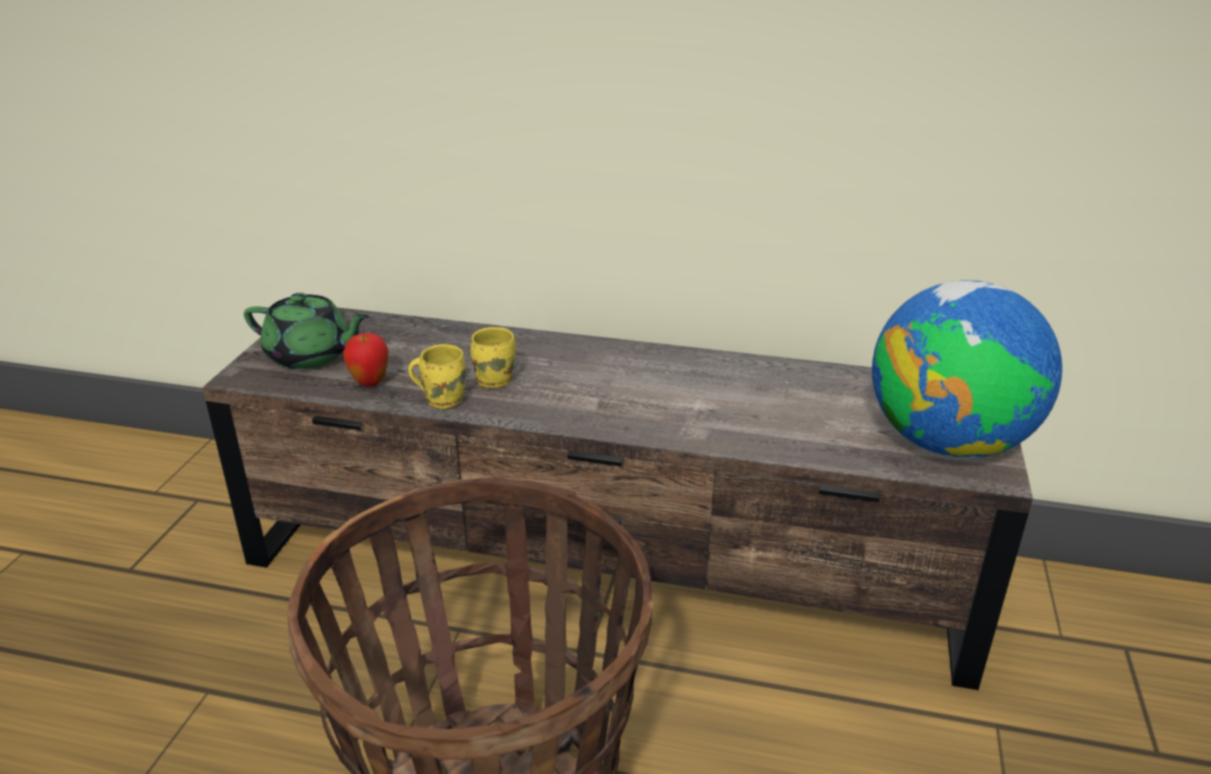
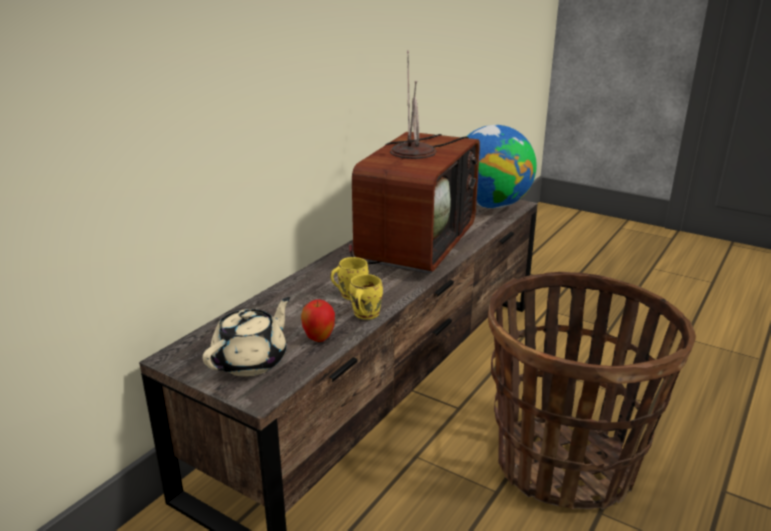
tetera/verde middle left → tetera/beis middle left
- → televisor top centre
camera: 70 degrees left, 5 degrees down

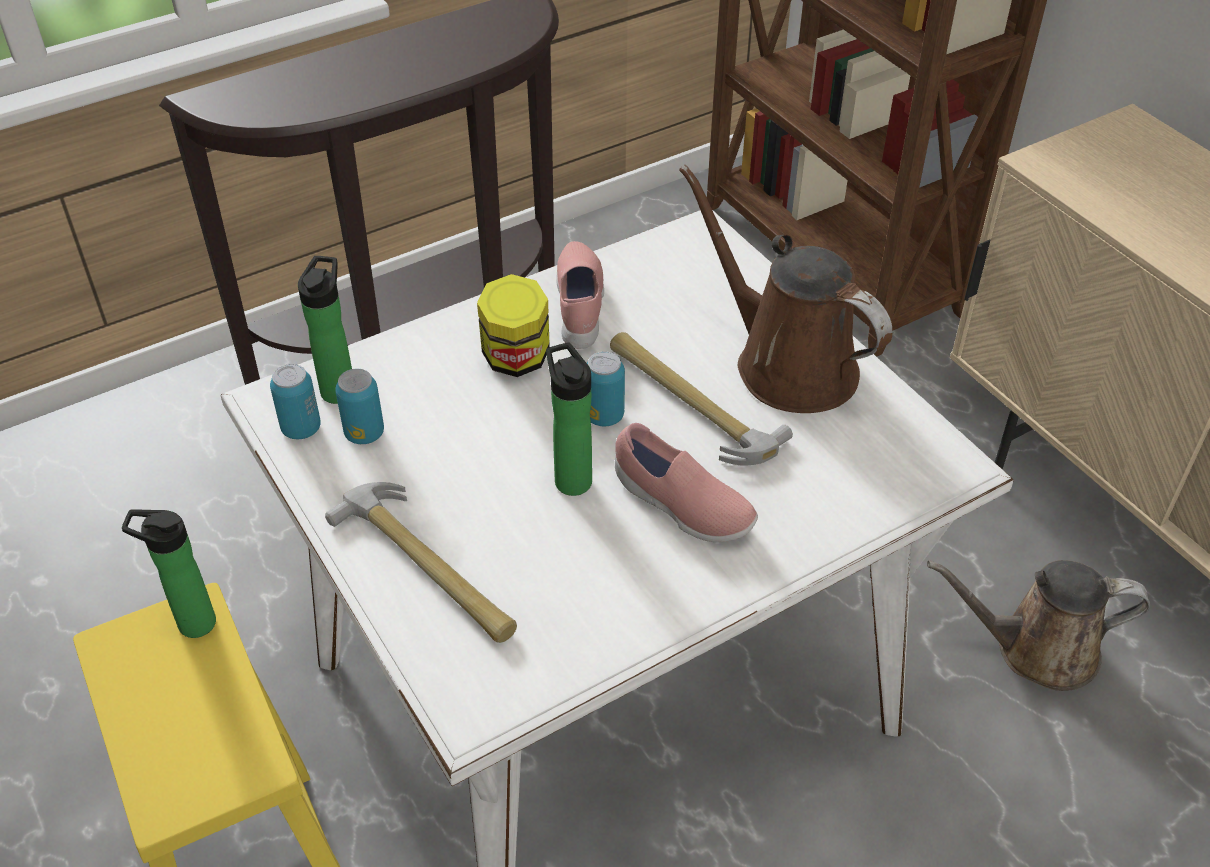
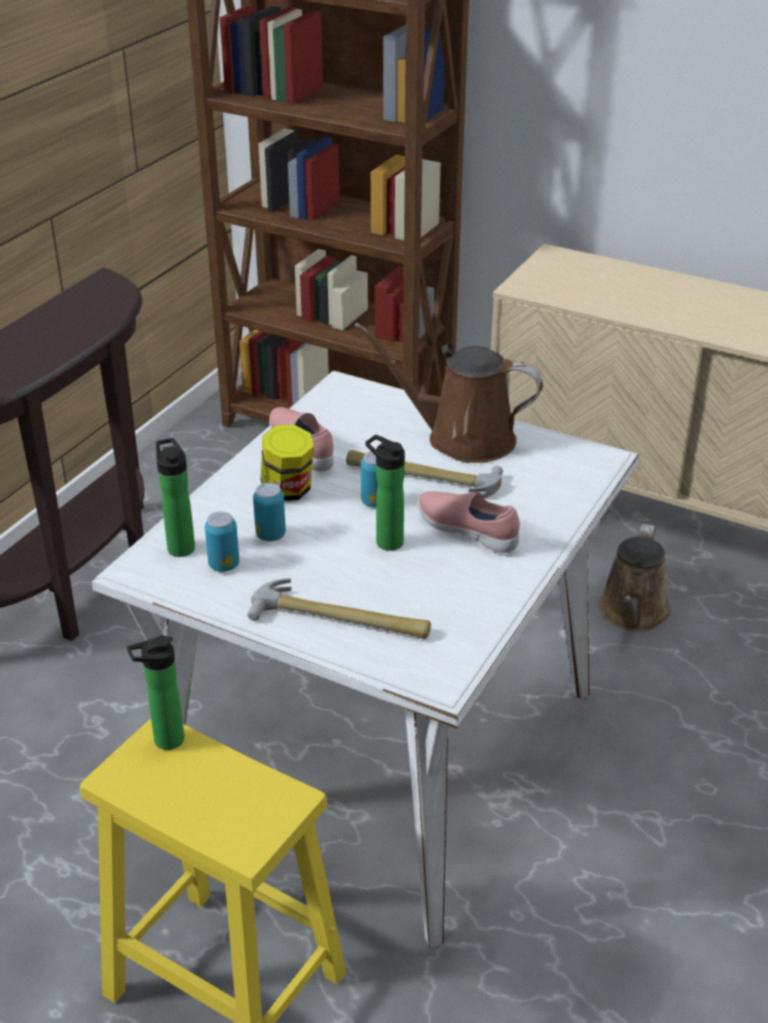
lata (1st from left in the first image) middle left → lata (2nd from left) centre, move
zapato/rosa (2nd from left) centre, 150 degrees counterclockwise
regadera/marrón (2nd from left) bottom right → regadera/marrón (2nd from left) middle right, 45 degrees counterclockwise
camera: 30 degrees left, 10 degrees down

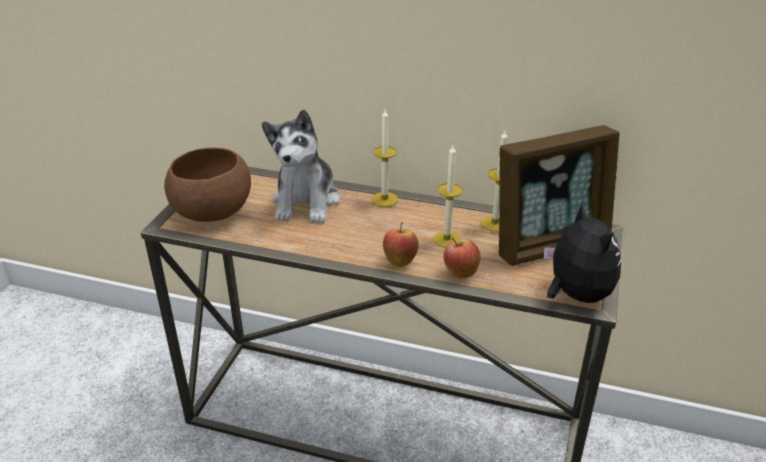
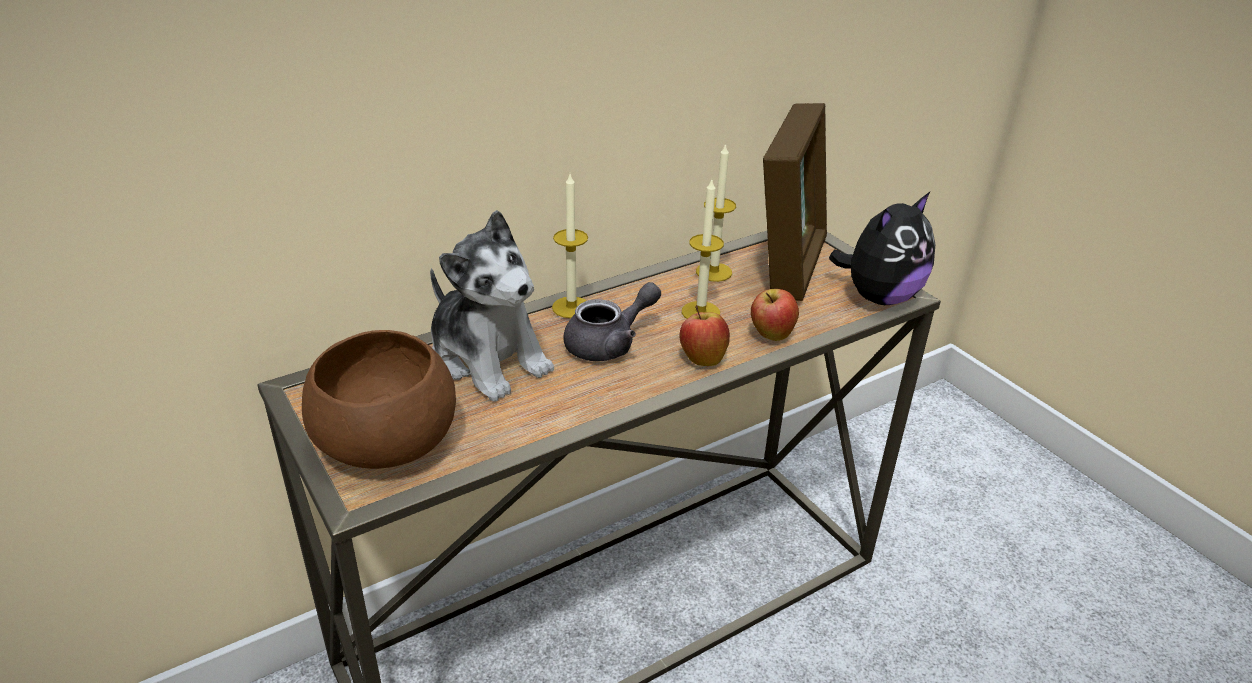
- → tetera/gris centre
peluche (2nd from left) middle right, 120 degrees clockwise
camera: 50 degrees left, 0 degrees up

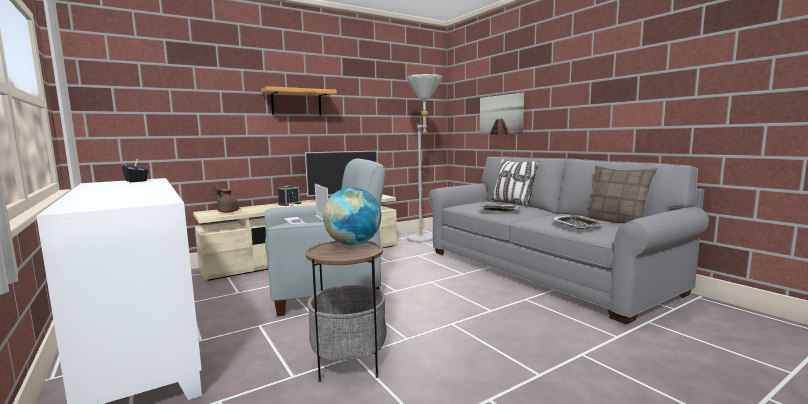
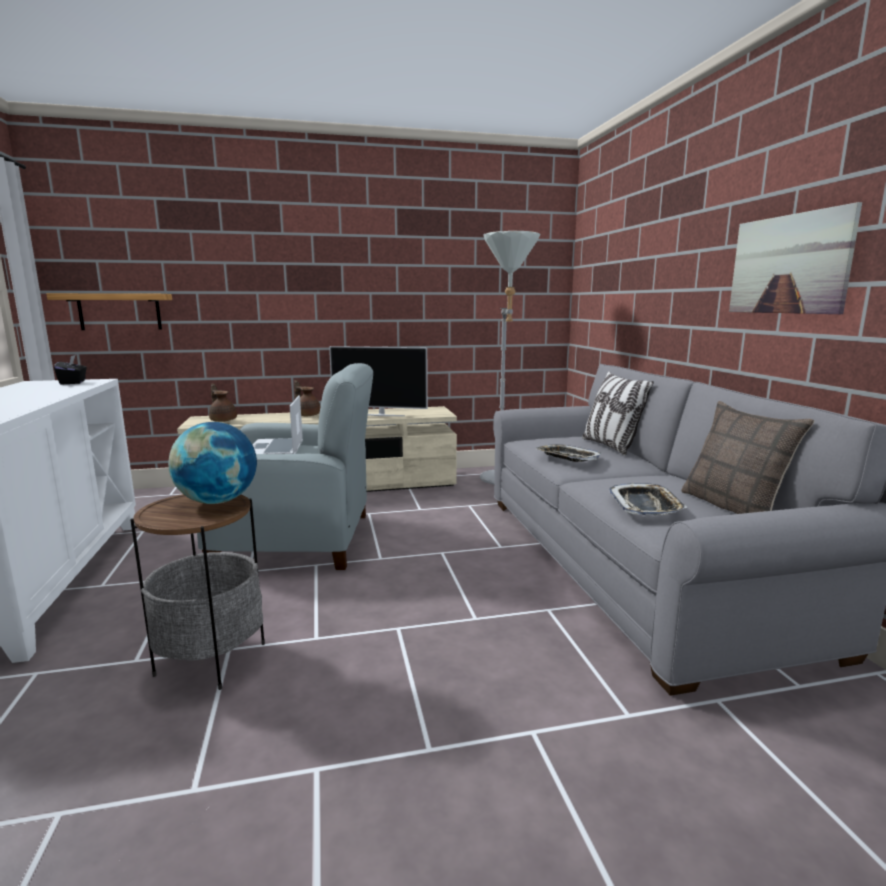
estante top centre → estante middle left, move
despertador centre → tetera/marrón (2nd from left) centre
cuadro top centre → cuadro top right, move
camera: 20 degrees right, 5 degrees up

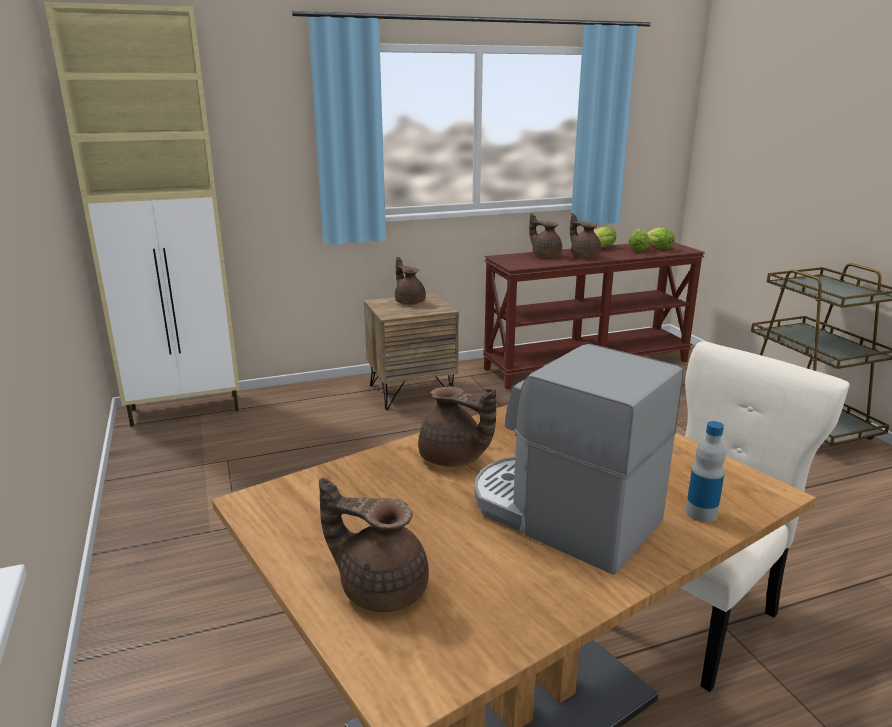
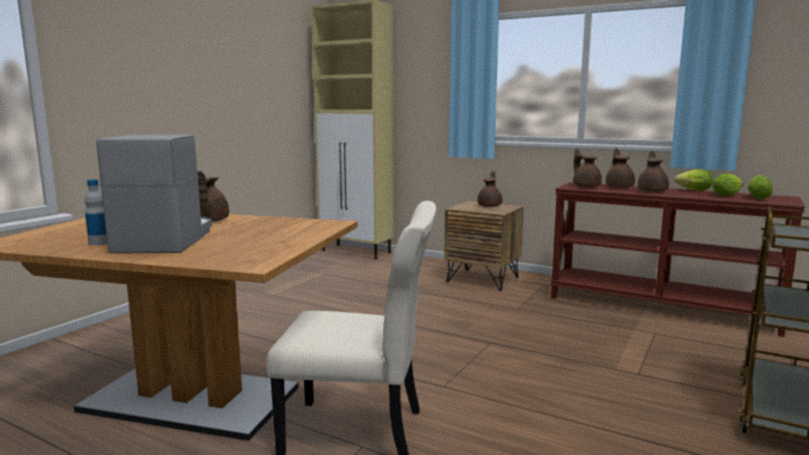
botella middle right → botella middle left, move
tetera/marrón (1st from left in the first image) bottom centre → tetera/marrón (3rd from left) middle right, move
camera: 50 degrees right, 10 degrees down

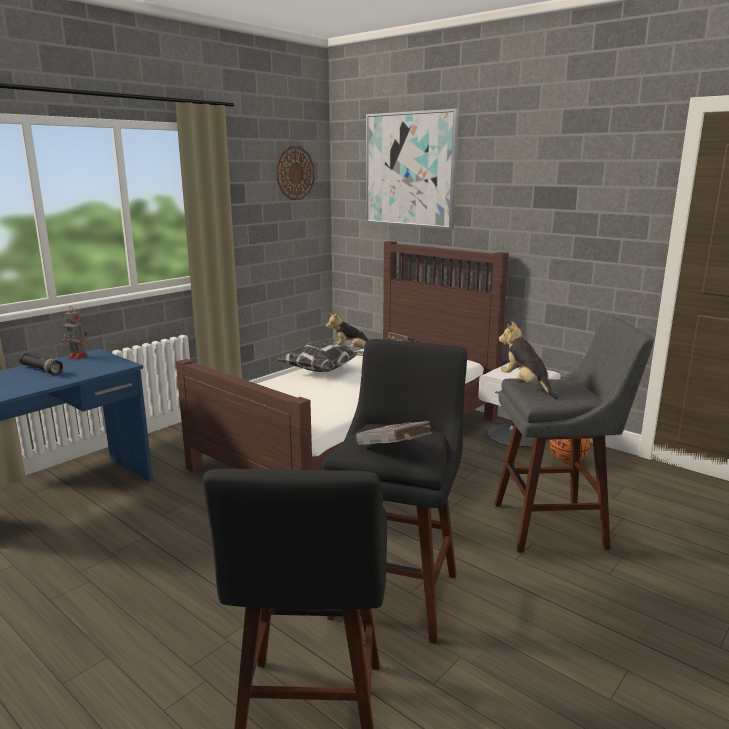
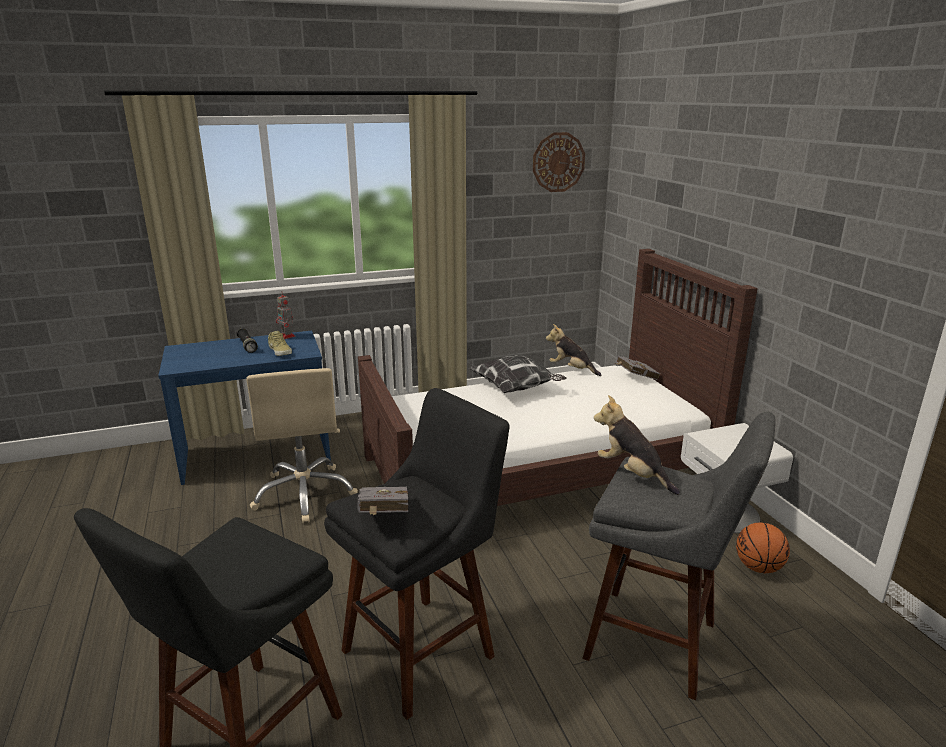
- → silla de oficina/beis middle left
- → zapato/beis middle left
peluche (2nd from left) middle right, 45 degrees counterclockwise
cuadro top centre → -
camera: 30 degrees right, 5 degrees up

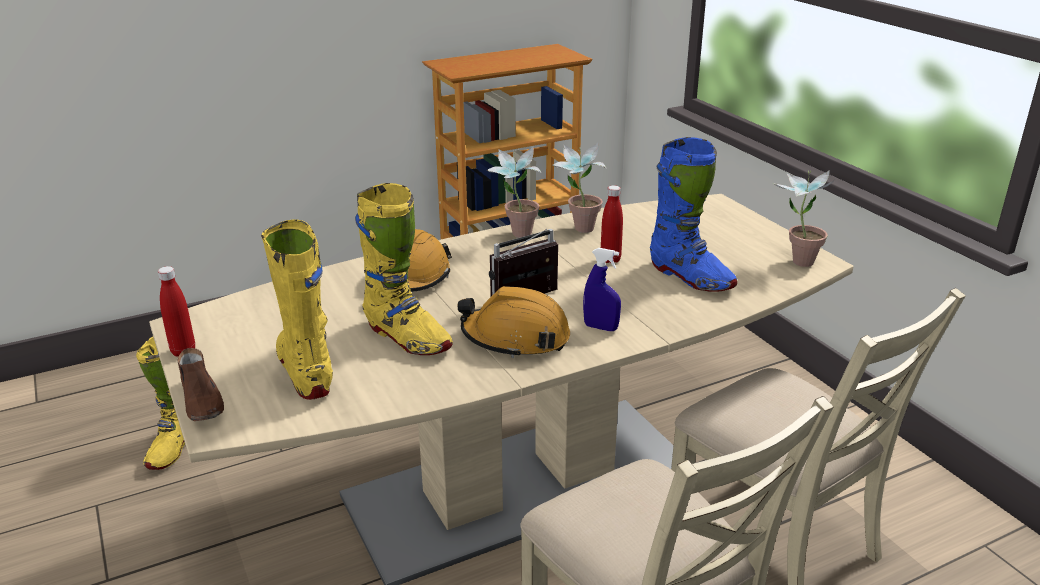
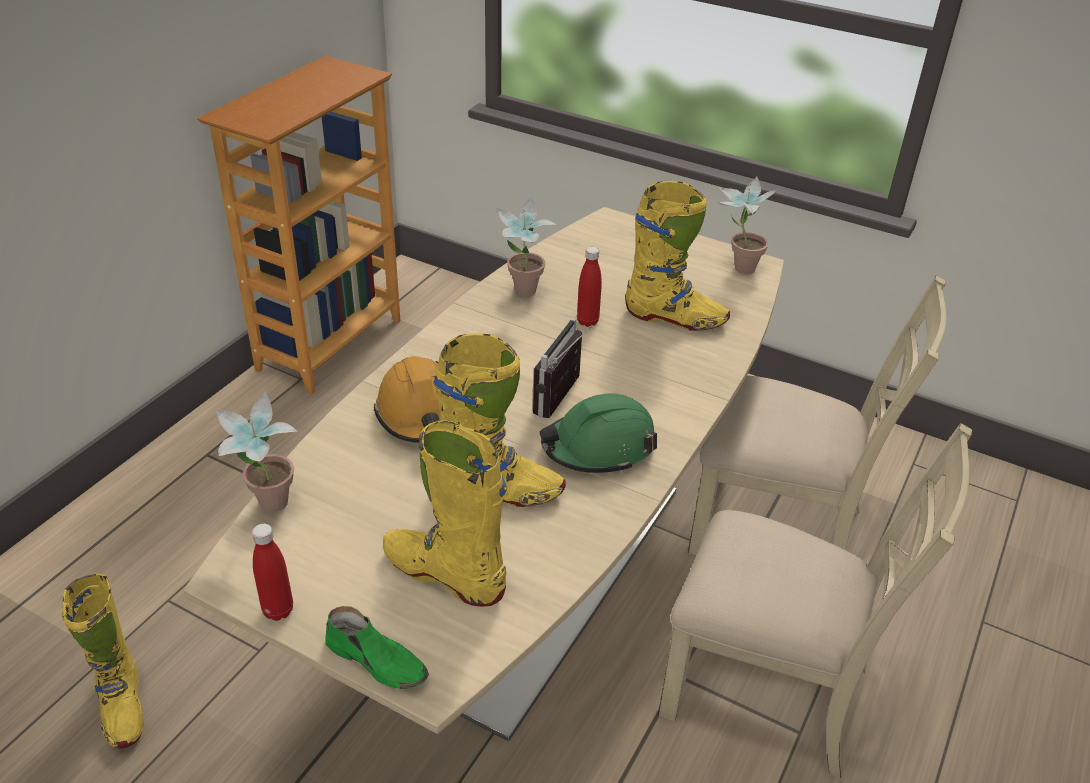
planta en maceta (1st from left) top centre → planta en maceta (1st from left) middle left, move
zapato/marrón middle left → zapato/verde bottom centre
casco/naranja (2nd from left) centre → casco/verde centre
bota/azul middle right → bota/amarillo (4th from left) top centre
pulverizador/azul centre → -
camera: 35 degrees left, 10 degrees up

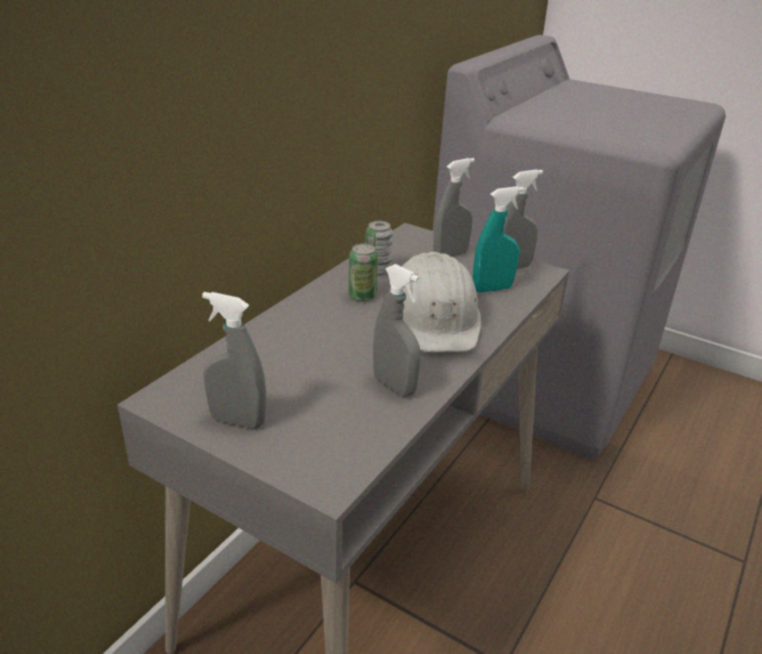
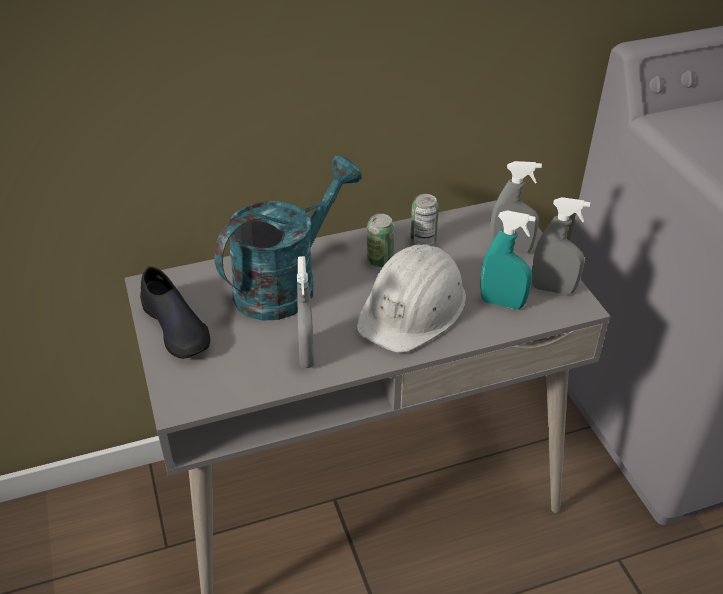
pulverizador/gris (1st from left) middle left → zapato/negro middle left
- → regadera/turquesa centre
camera: 40 degrees right, 10 degrees up

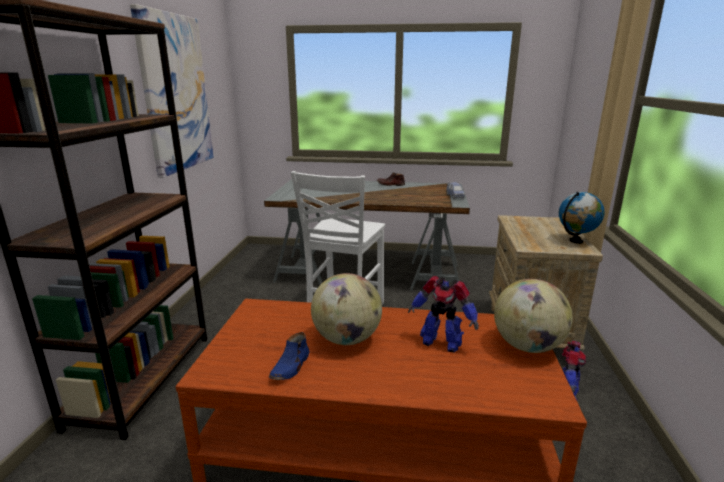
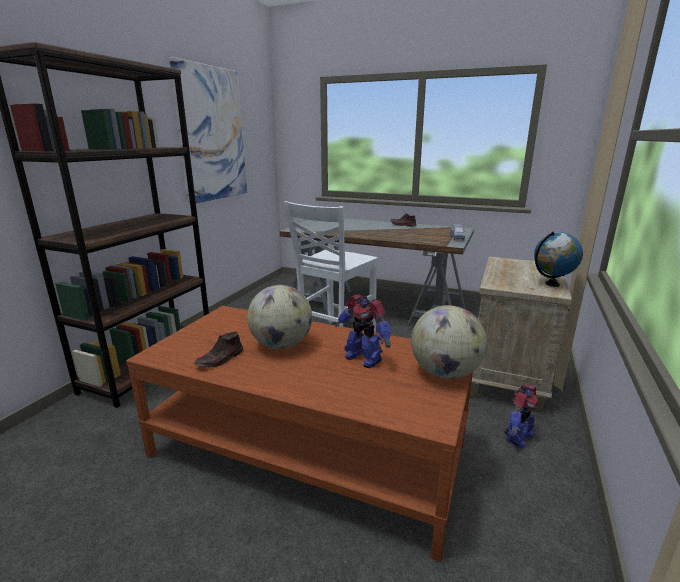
zapato/azul bottom centre → zapato/marrón (1st from left) middle left
camera: 15 degrees right, 0 degrees up

